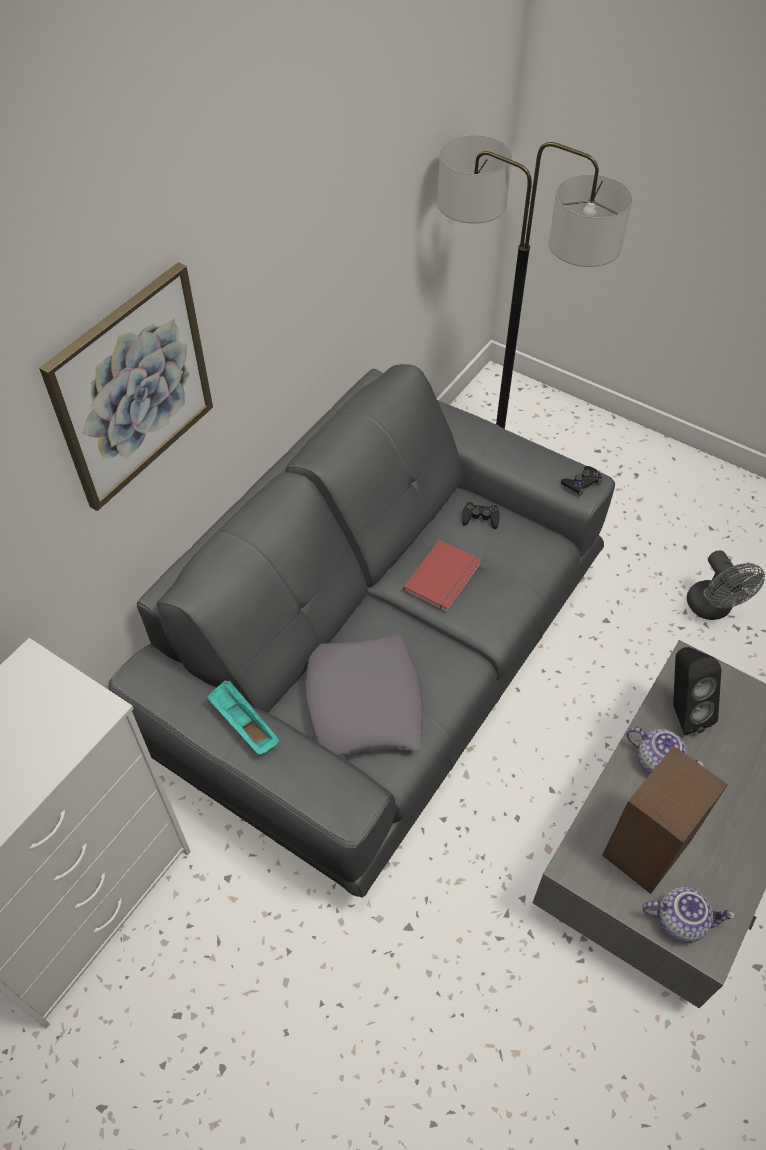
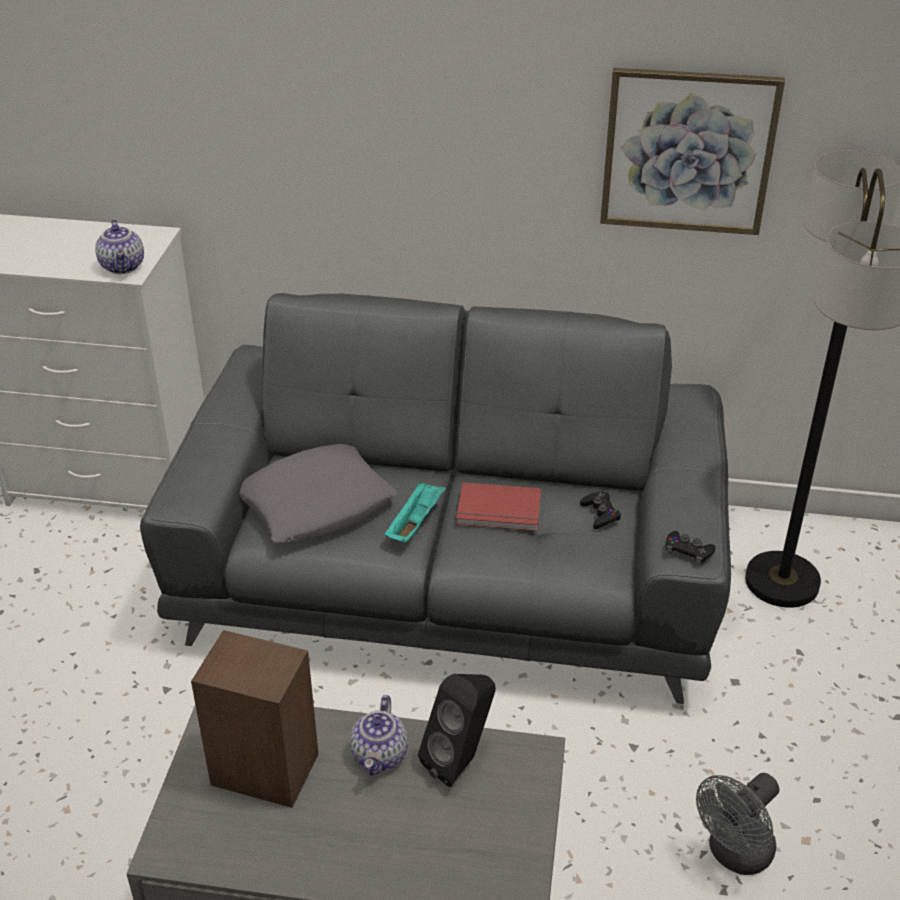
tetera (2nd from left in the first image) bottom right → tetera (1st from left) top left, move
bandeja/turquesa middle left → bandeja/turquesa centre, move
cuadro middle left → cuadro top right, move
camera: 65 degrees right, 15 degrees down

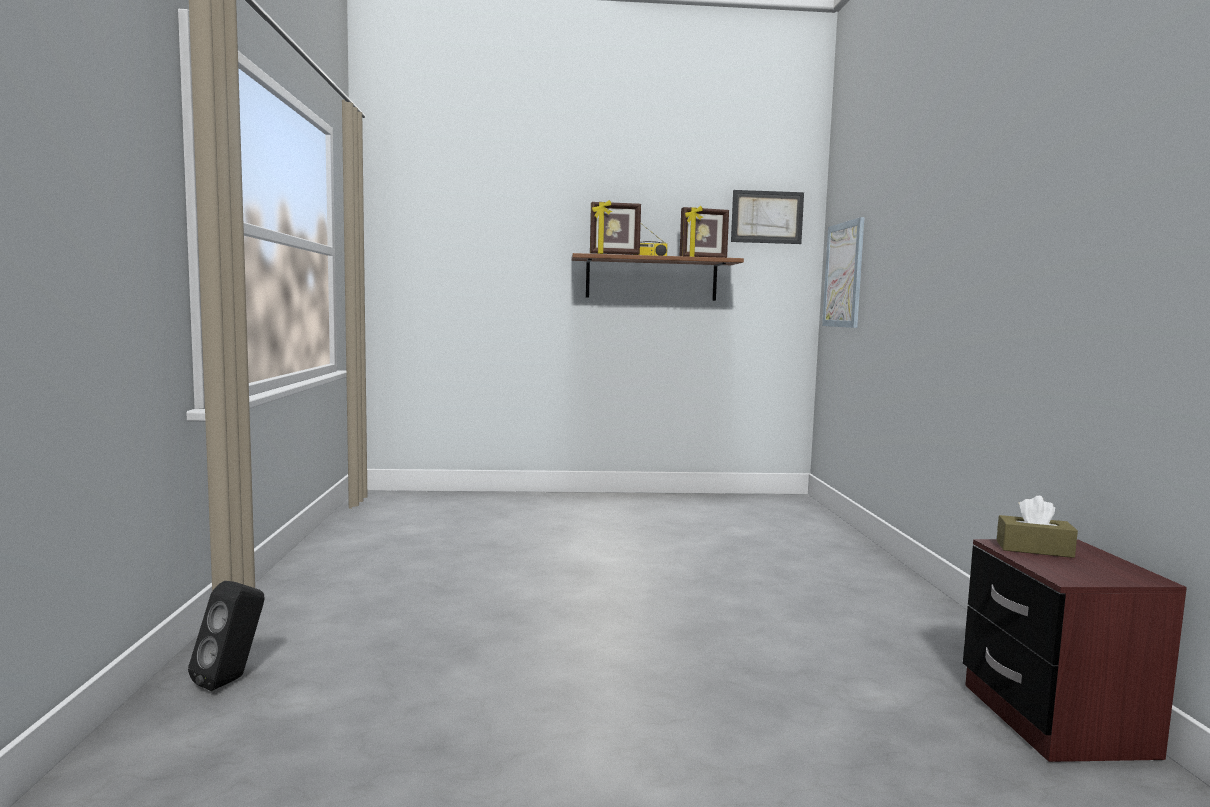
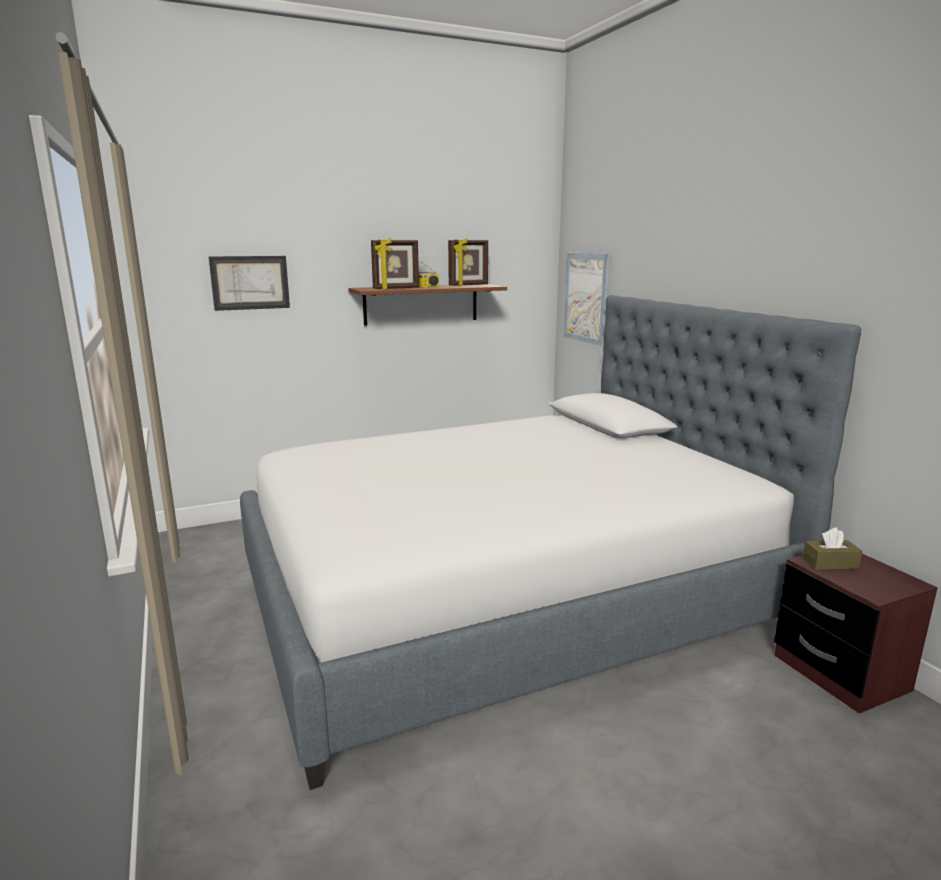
cuadro (1st from left) top centre → cuadro (1st from left) top left, move
- → cama centre
altavoz/negro bottom left → -
camera: 20 degrees left, 10 degrees up

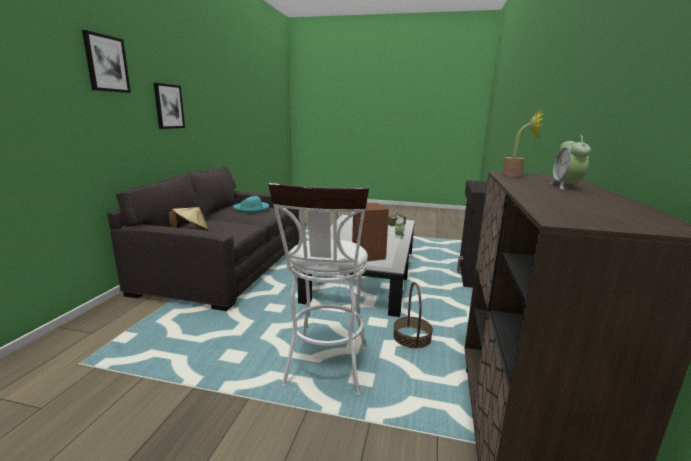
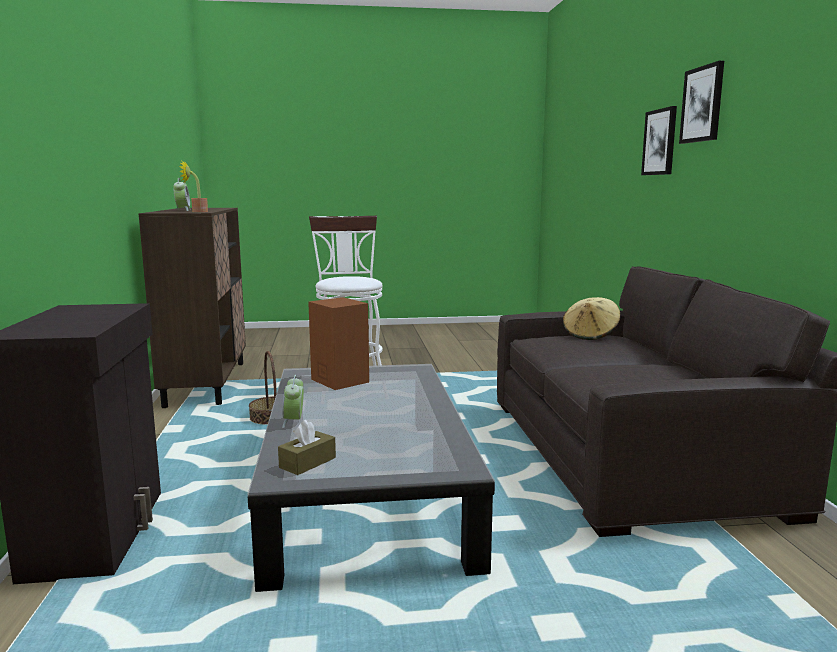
cuadro (2nd from left in the first image) top left → cuadro (1st from left) top right, move
sombrero/turquesa centre → -
camera: 160 degrees right, 5 degrees down

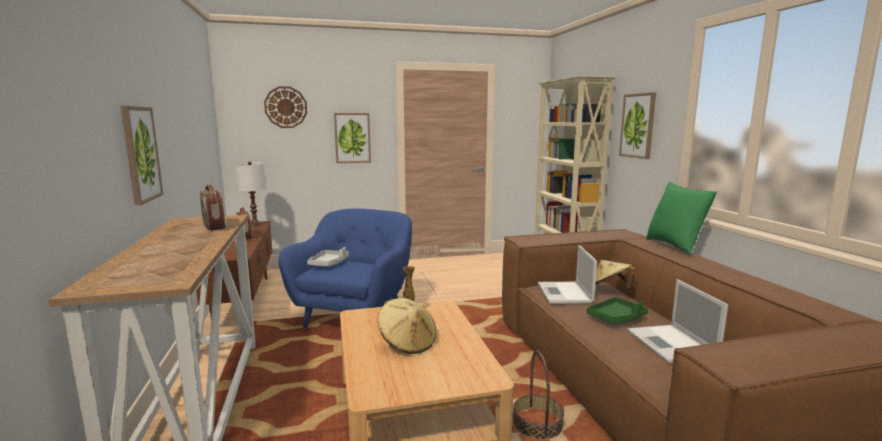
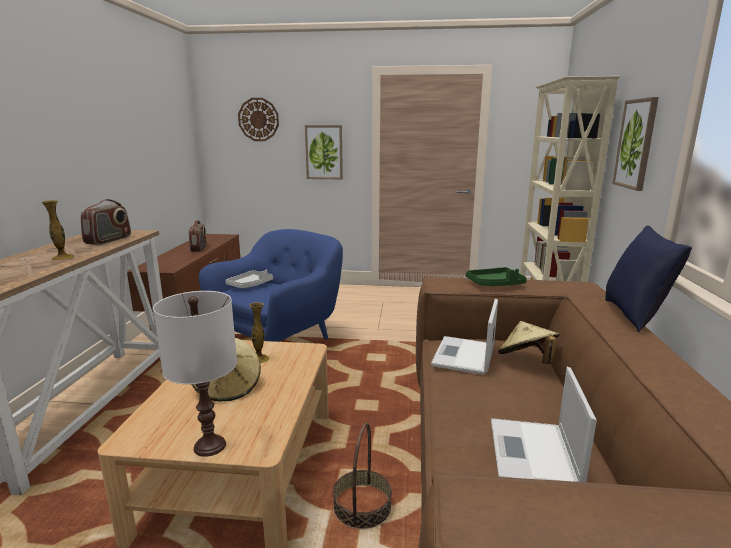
- → florero (1st from left) middle left
radio (1st from left) middle left, 150 degrees counterclockwise
lámpara de mesa/blanco middle left → lámpara de mesa/blanco bottom left, move
bandeja/verde bottom right → bandeja/verde middle right, move
cojín/verde middle right → cojín/azul middle right
cuadro (1st from left) middle left → -
camera: 20 degrees right, 5 degrees up

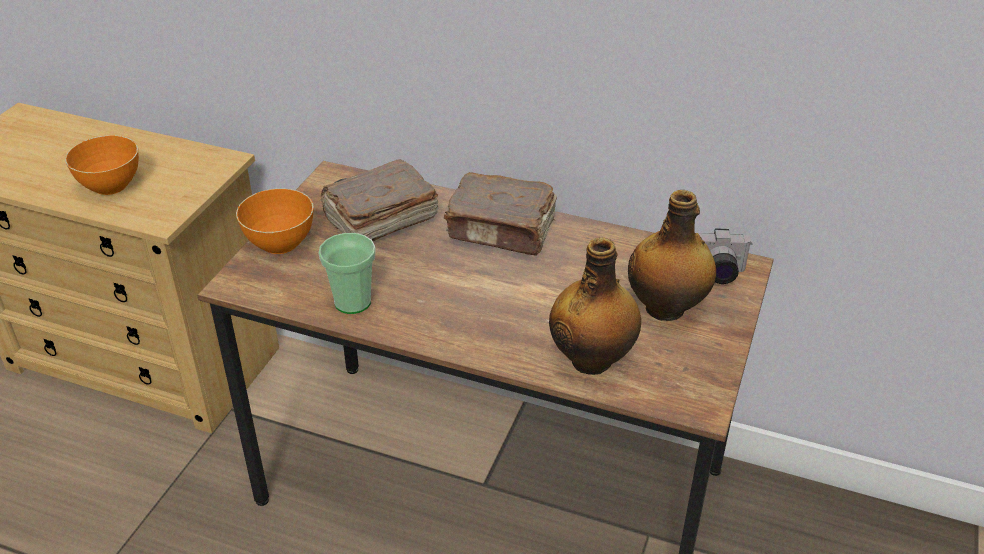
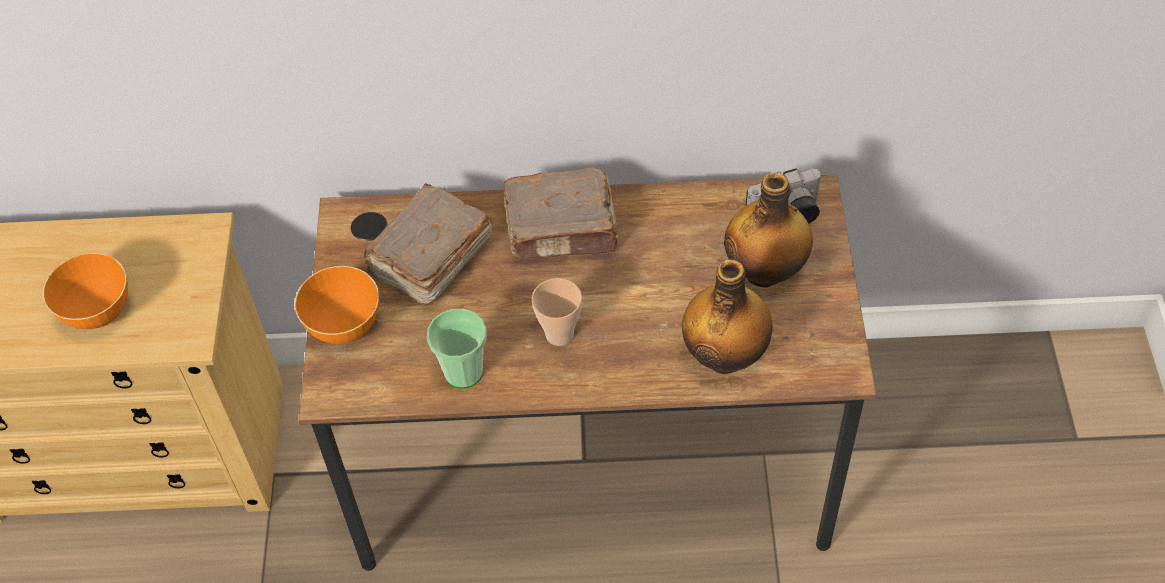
- → taza (2nd from left) centre
camera: 20 degrees left, 15 degrees up

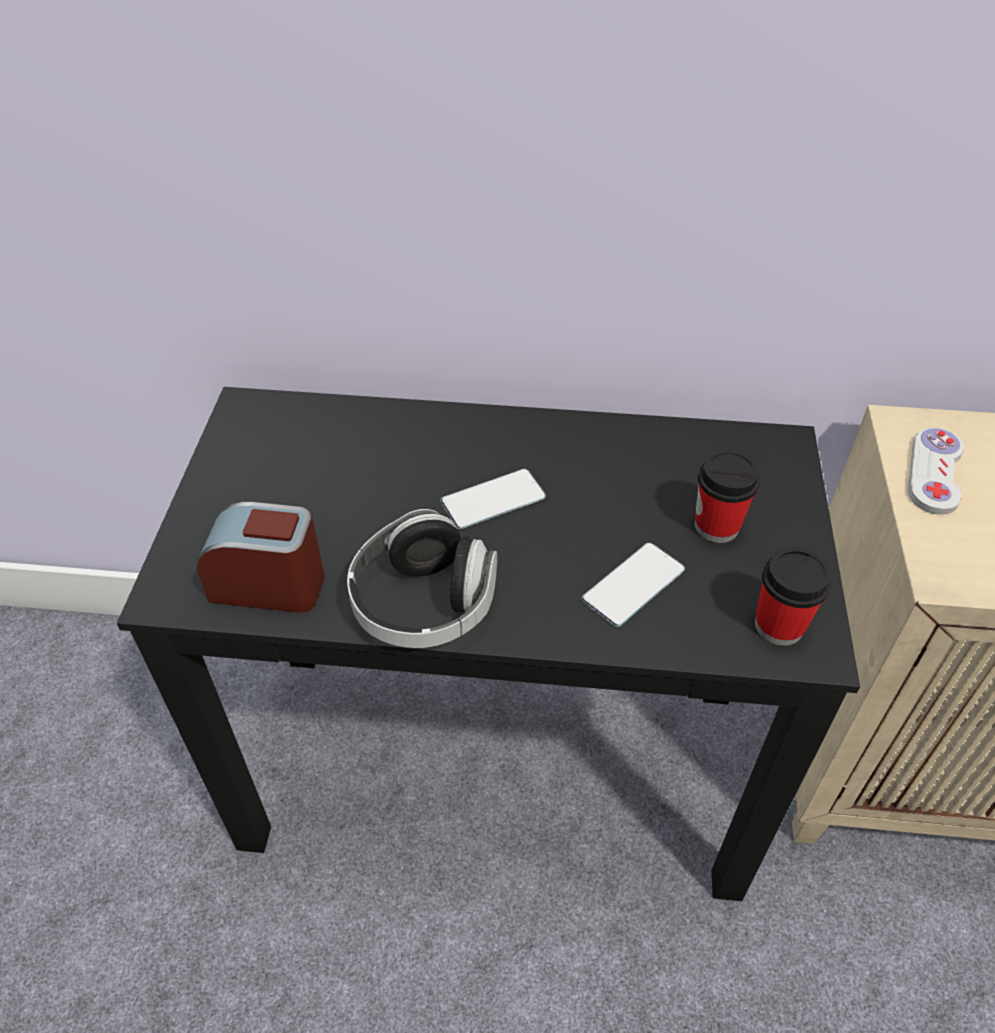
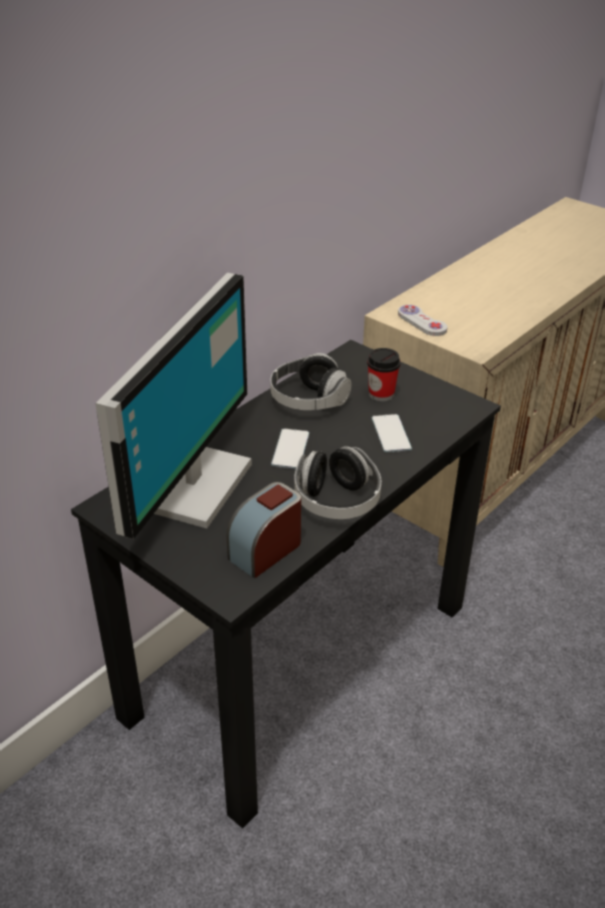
- → monitor middle left
- → auriculares (1st from left) centre
taza (2nd from left) middle right → -
camera: 55 degrees left, 10 degrees down

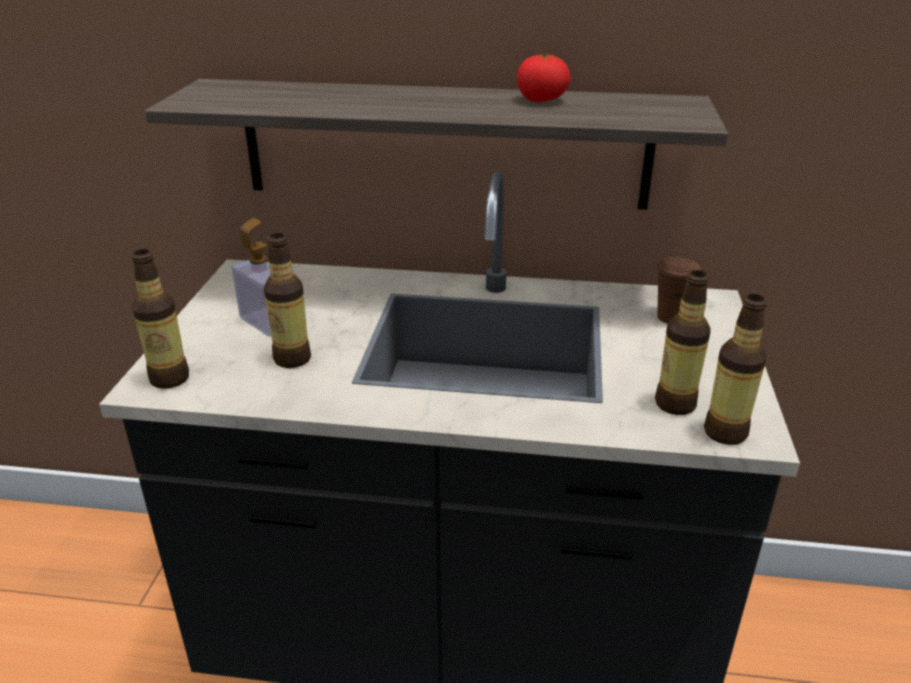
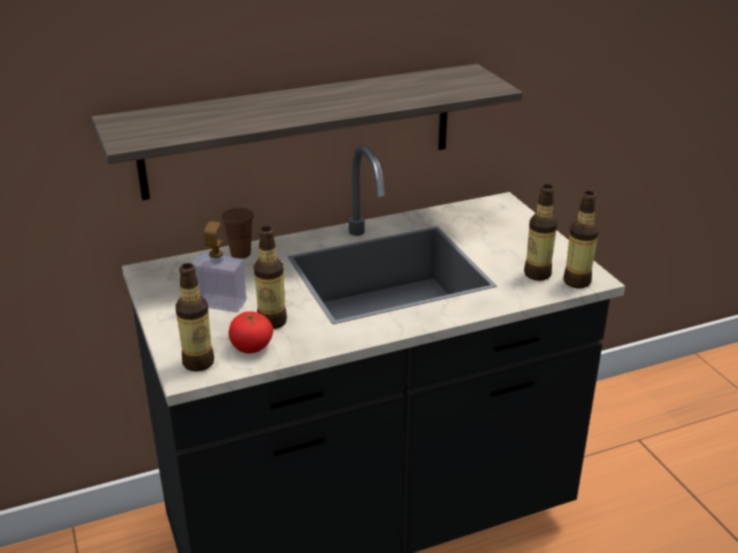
taza/marrón middle right → taza/marrón middle left, move
tomate top centre → tomate centre, move
camera: 30 degrees left, 0 degrees up

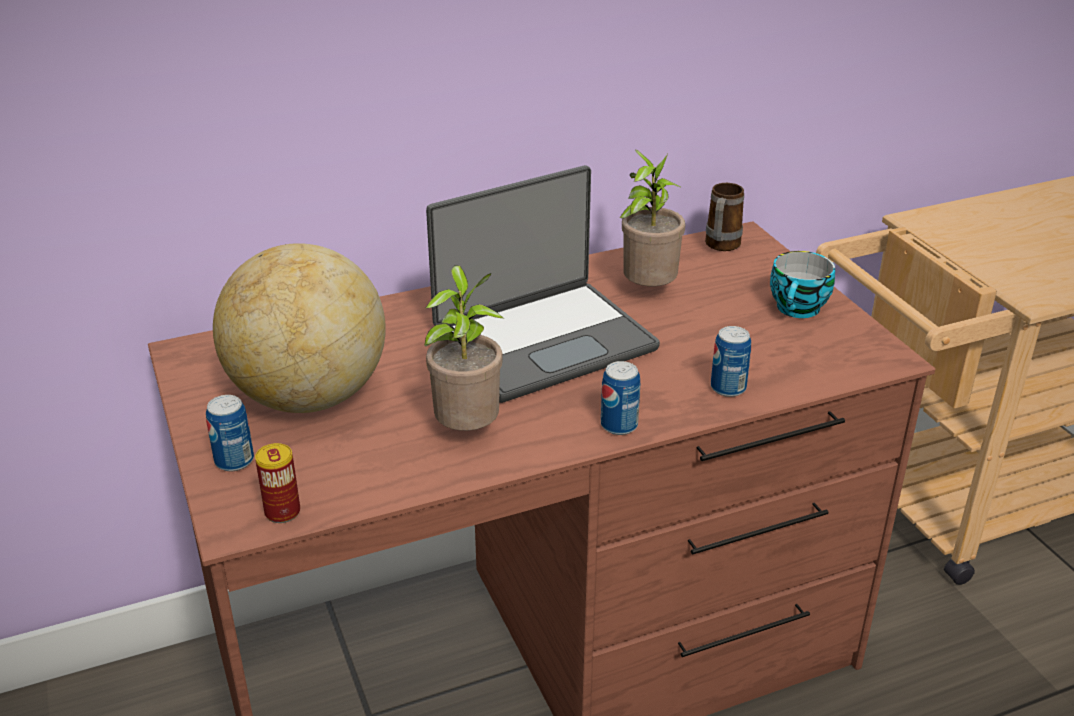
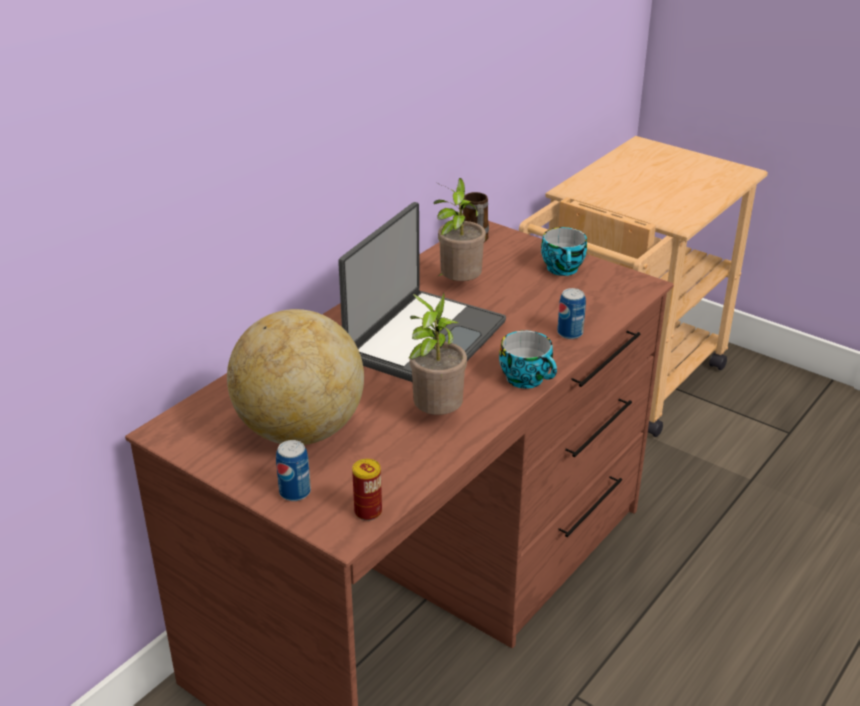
lata (3rd from left) centre → taza (1st from left) centre
camera: 30 degrees left, 0 degrees up

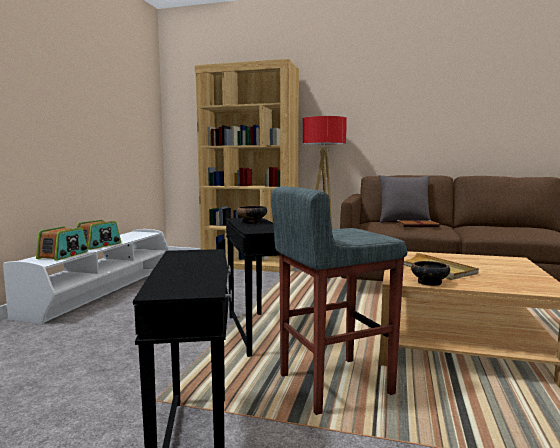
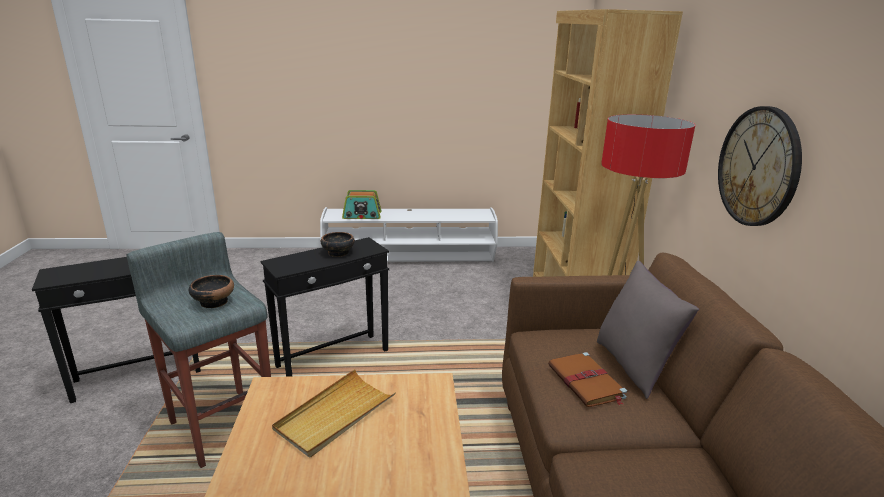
cuenco (2nd from left in the first image) middle right → cuenco (1st from left) middle left, move
- → reloj de pared middle right
radio (2nd from left) middle left → -
camera: 70 degrees right, 15 degrees up

